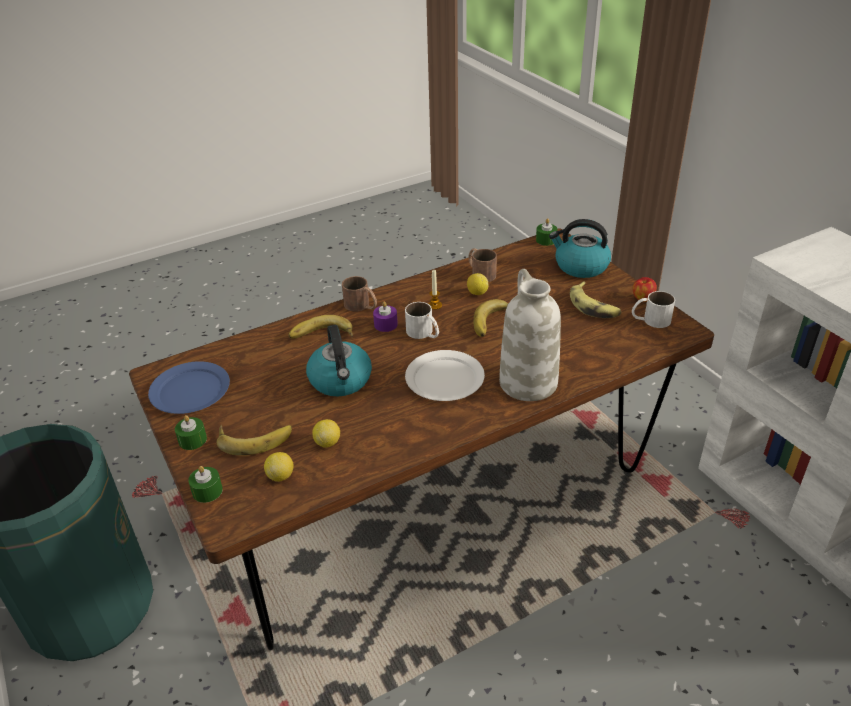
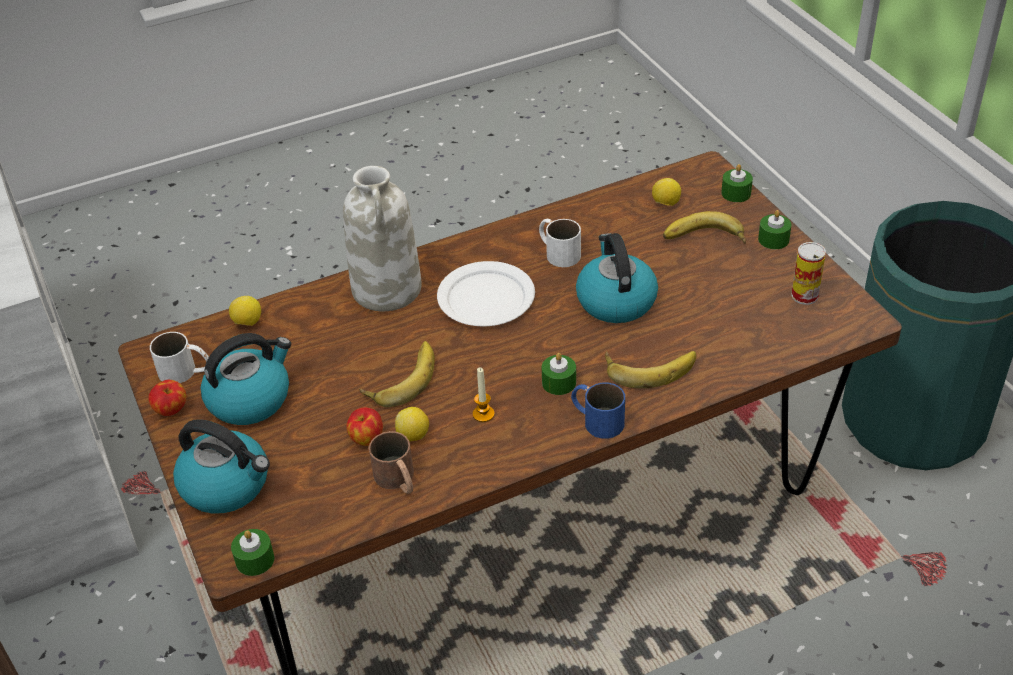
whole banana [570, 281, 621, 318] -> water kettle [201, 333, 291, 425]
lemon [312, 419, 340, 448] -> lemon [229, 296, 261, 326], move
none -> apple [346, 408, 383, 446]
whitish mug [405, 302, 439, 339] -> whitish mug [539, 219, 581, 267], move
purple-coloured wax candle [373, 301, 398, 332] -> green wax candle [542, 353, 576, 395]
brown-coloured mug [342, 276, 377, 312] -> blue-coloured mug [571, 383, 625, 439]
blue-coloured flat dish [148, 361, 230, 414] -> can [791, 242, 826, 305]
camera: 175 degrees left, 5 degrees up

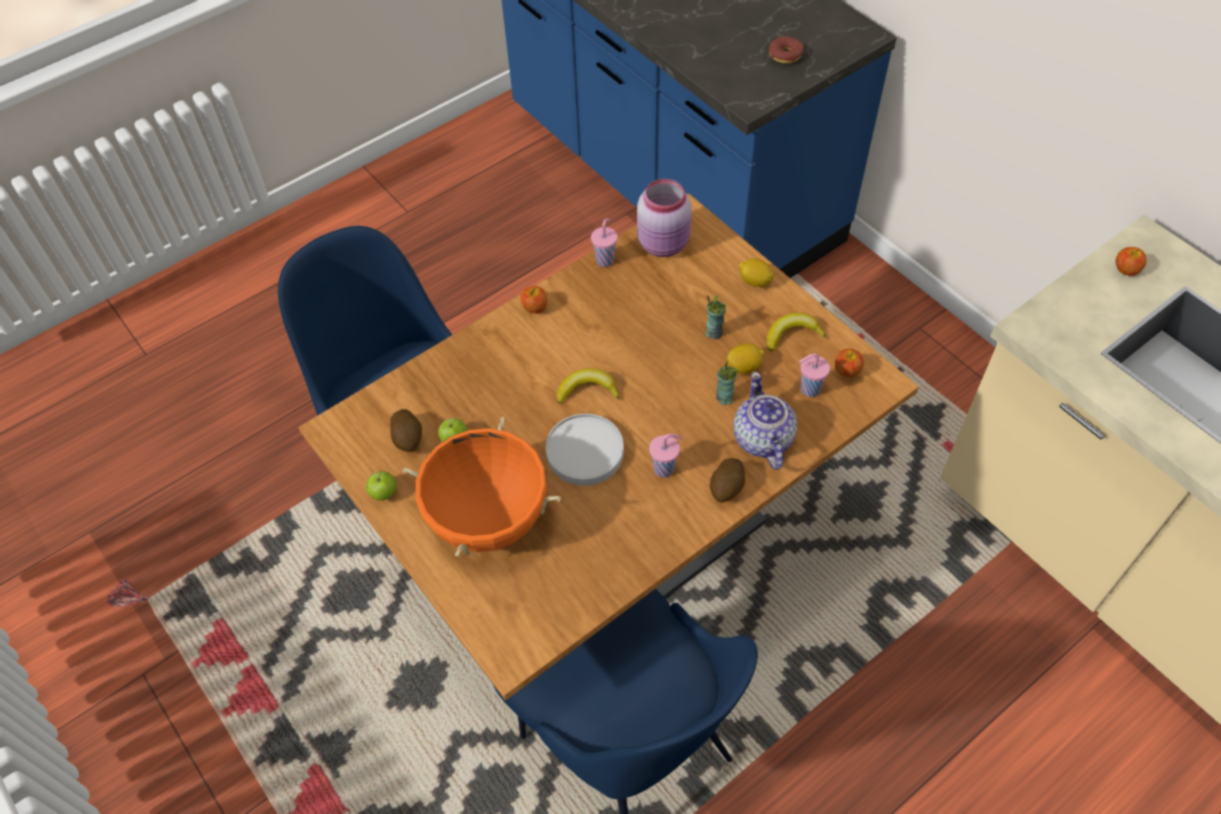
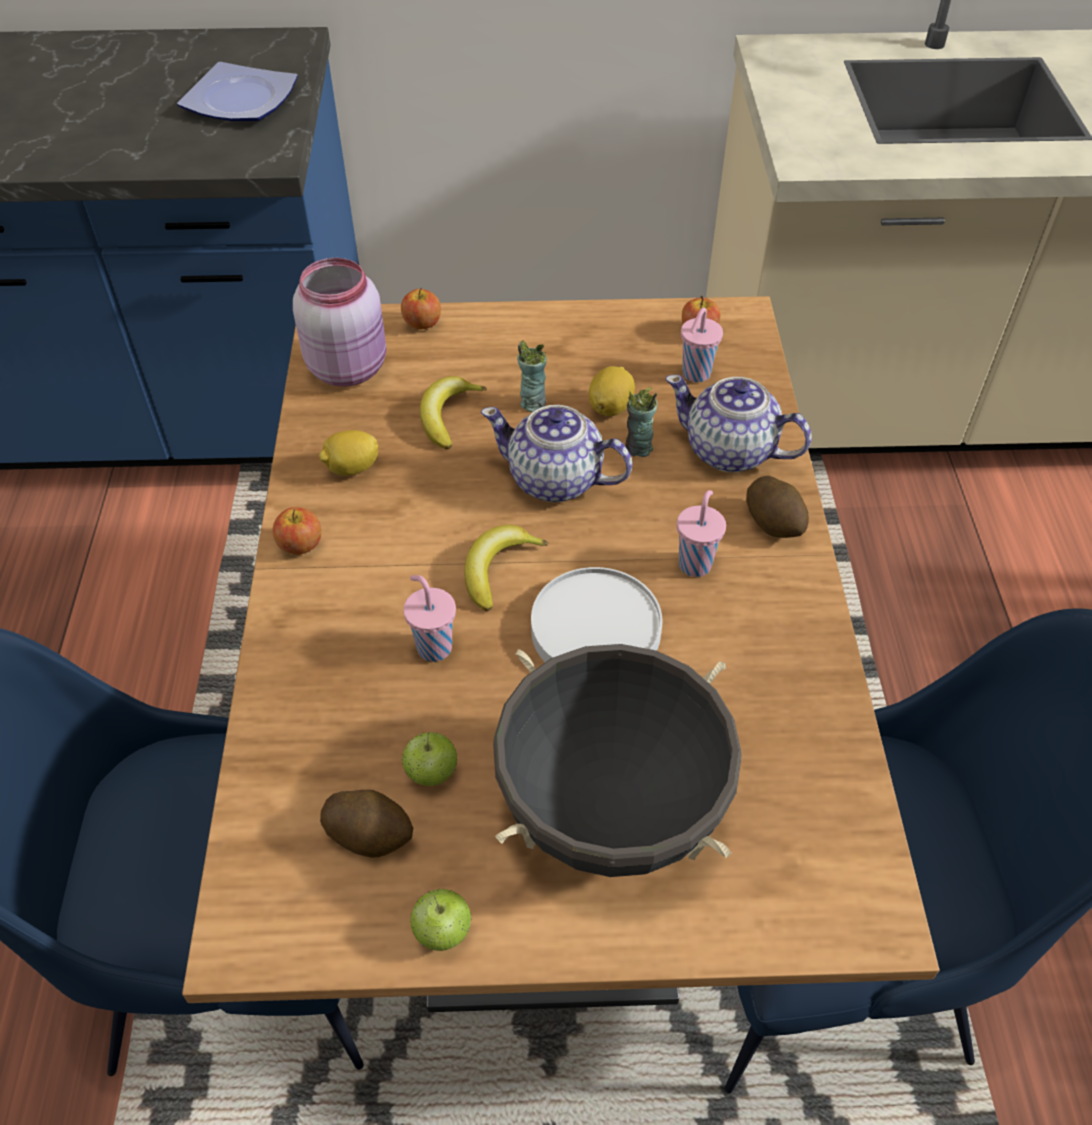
doughnut [769, 36, 804, 64] -> flat dish [177, 62, 298, 121]
lemon [739, 258, 774, 287] -> lemon [319, 430, 379, 476], move
apple [1115, 247, 1147, 276] -> apple [401, 287, 441, 330], move
pink small cup [591, 218, 618, 267] -> pink small cup [403, 575, 456, 662], move
whole banana [766, 313, 827, 352] -> whole banana [420, 376, 487, 450], move
none -> teapot [481, 405, 633, 502]
orange saucepot [402, 417, 561, 557] -> black saucepot [493, 644, 742, 877]
camera: 55 degrees left, 5 degrees down

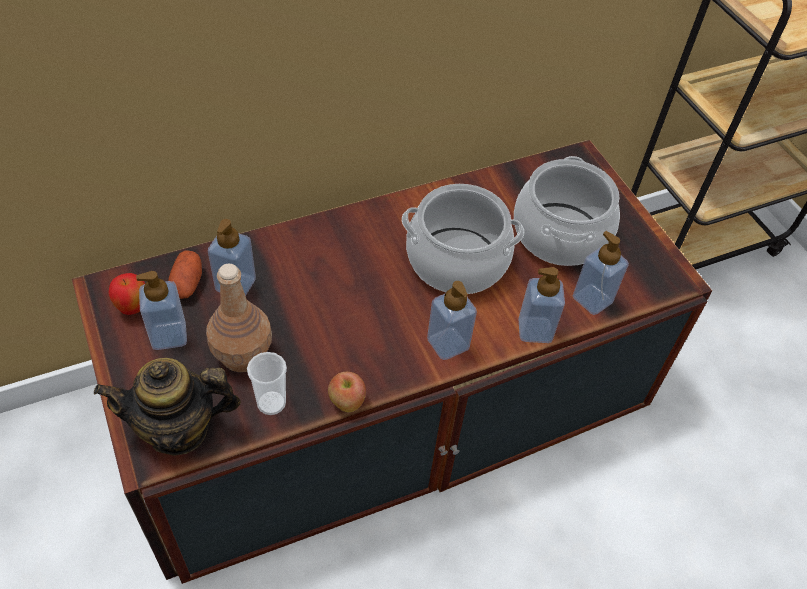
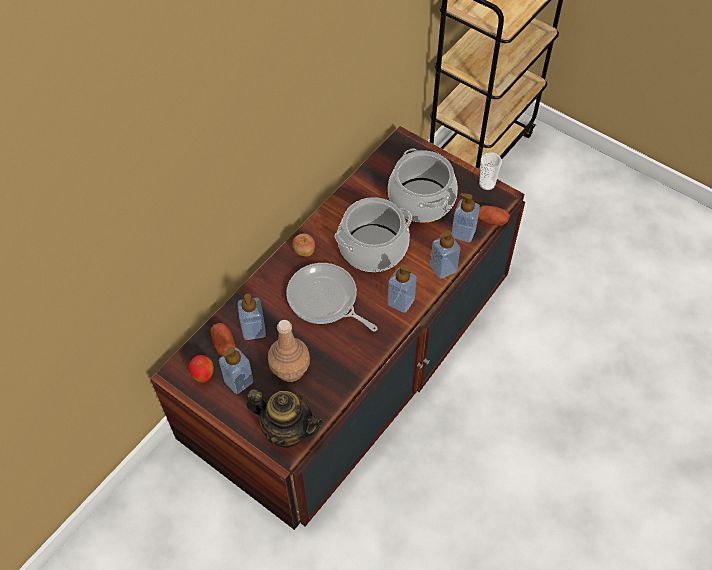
teapot [94, 358, 241, 456] -> teapot [246, 389, 323, 448], 120 degrees counterclockwise
none -> pan [286, 263, 378, 331]
apple [328, 372, 366, 412] -> apple [293, 233, 315, 257], move
none -> potato [478, 206, 510, 226]
small cup [247, 352, 287, 415] -> small cup [479, 153, 502, 190], move
camera: 25 degrees left, 5 degrees up

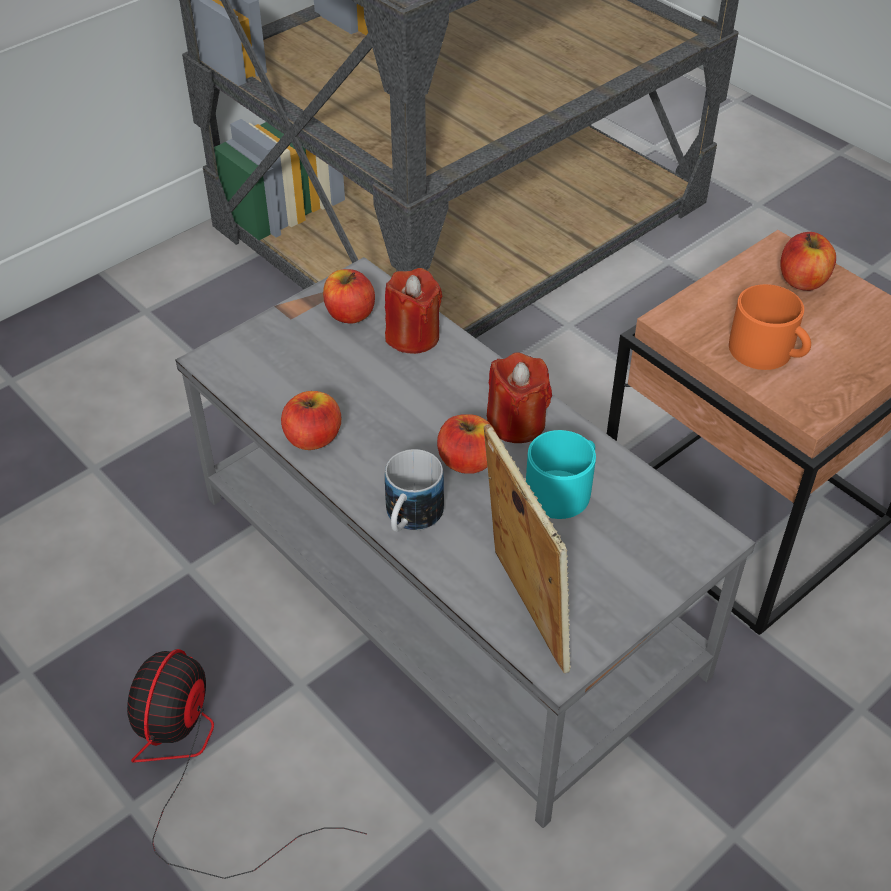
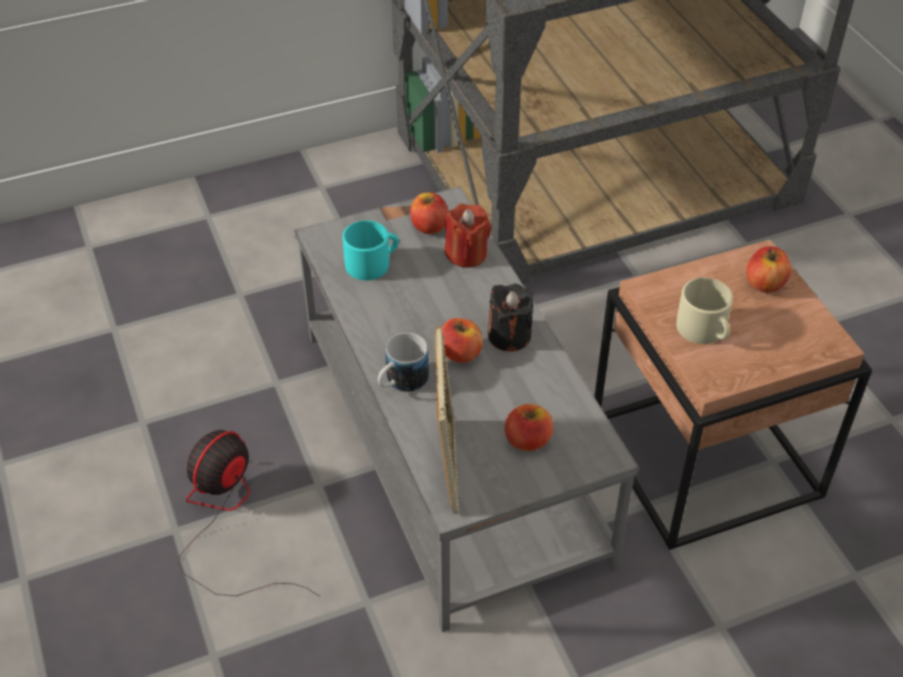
turquoise-coloured mug [526, 430, 596, 519] -> turquoise-coloured mug [342, 220, 399, 281], move
reddish wax candle [487, 352, 552, 443] -> black wax candle [488, 284, 533, 352]
apple [281, 391, 341, 450] -> apple [505, 404, 553, 451], move
orange mug [729, 284, 811, 370] -> beige-coloured mug [676, 277, 733, 344]
camera: 20 degrees right, 0 degrees up

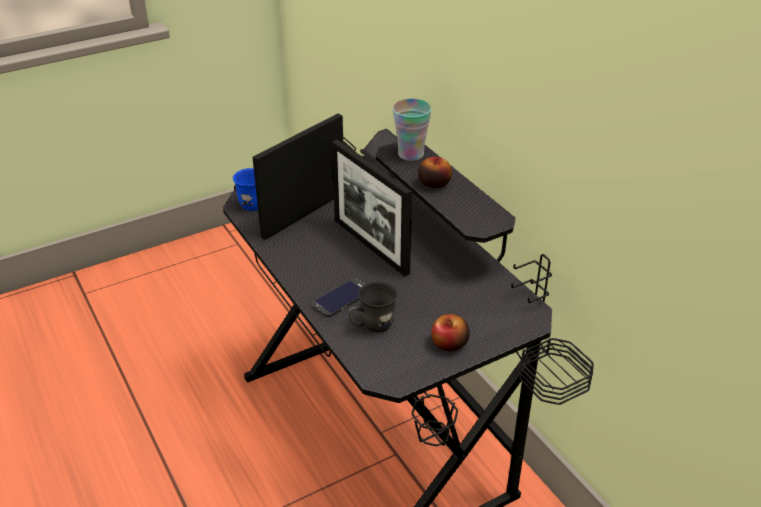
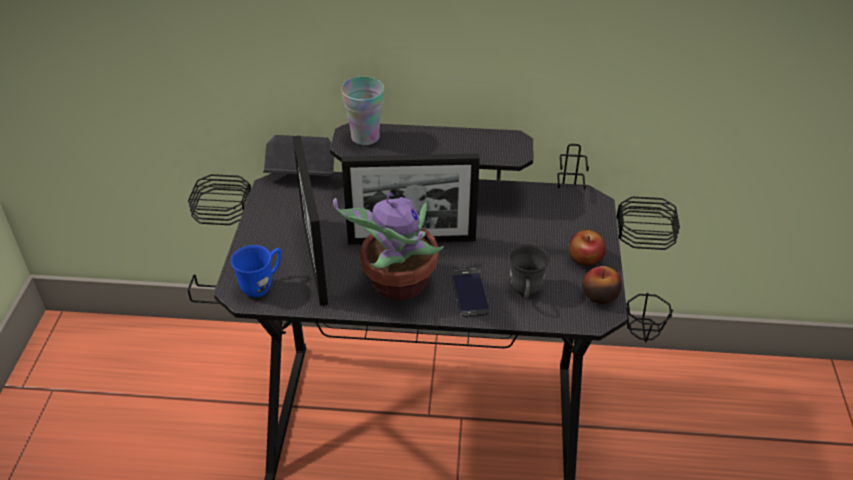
none -> potted plant [333, 192, 444, 301]
apple [418, 157, 452, 188] -> apple [582, 266, 622, 304], move
camera: 55 degrees left, 5 degrees up

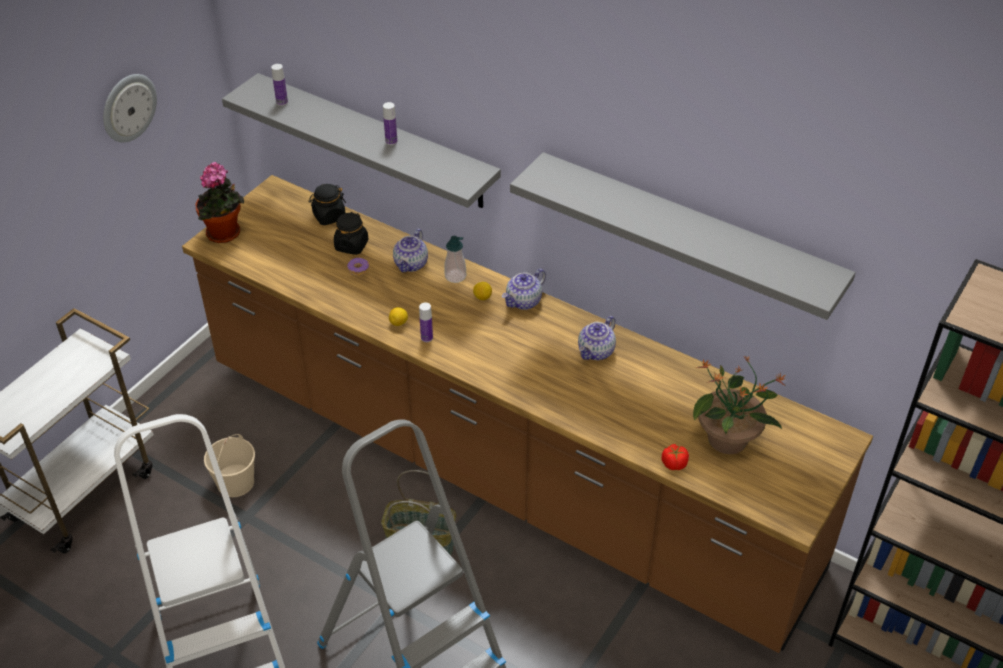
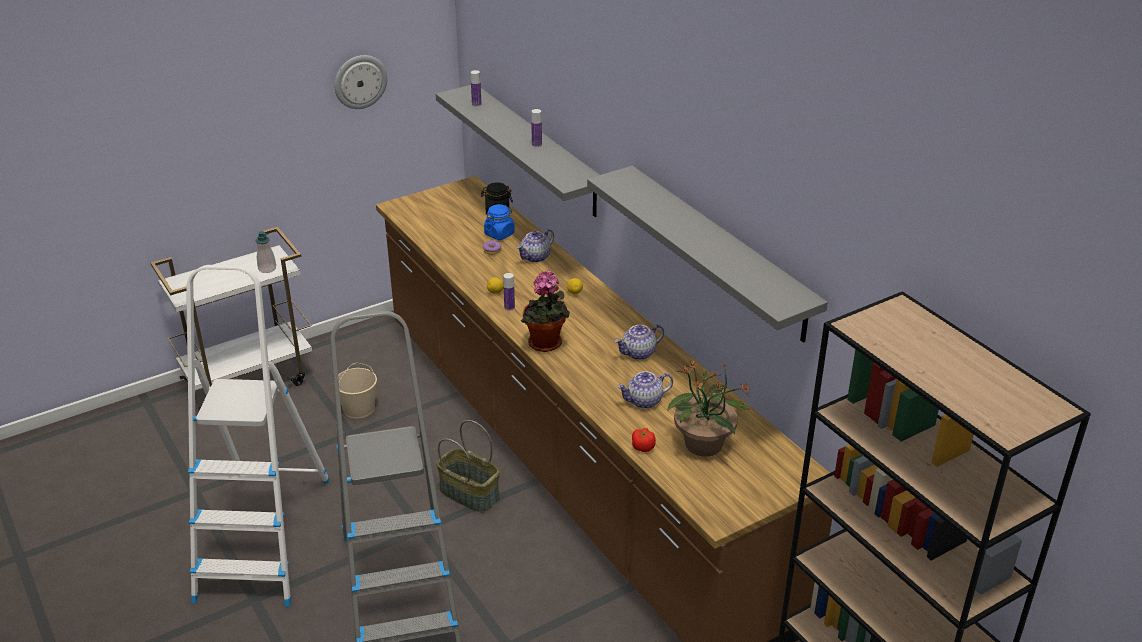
liquid soap bottle [444, 236, 466, 283] -> liquid soap bottle [256, 231, 276, 273], move
black preserve jar [334, 212, 369, 255] -> blue-coloured preserve jar [484, 204, 515, 240]
potted plant [195, 162, 244, 243] -> potted plant [521, 271, 570, 352], move
teapot [502, 269, 546, 310] -> teapot [617, 371, 673, 409], move
camera: 25 degrees right, 10 degrees down

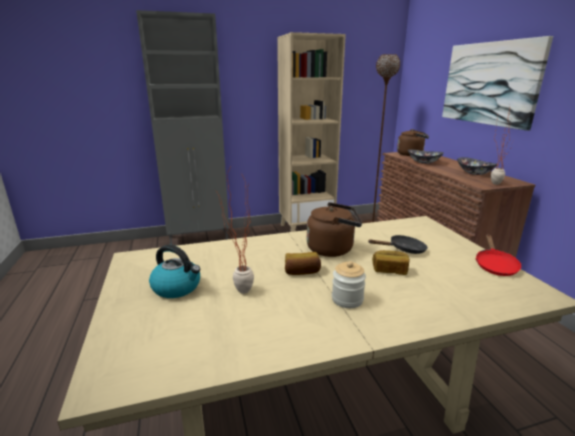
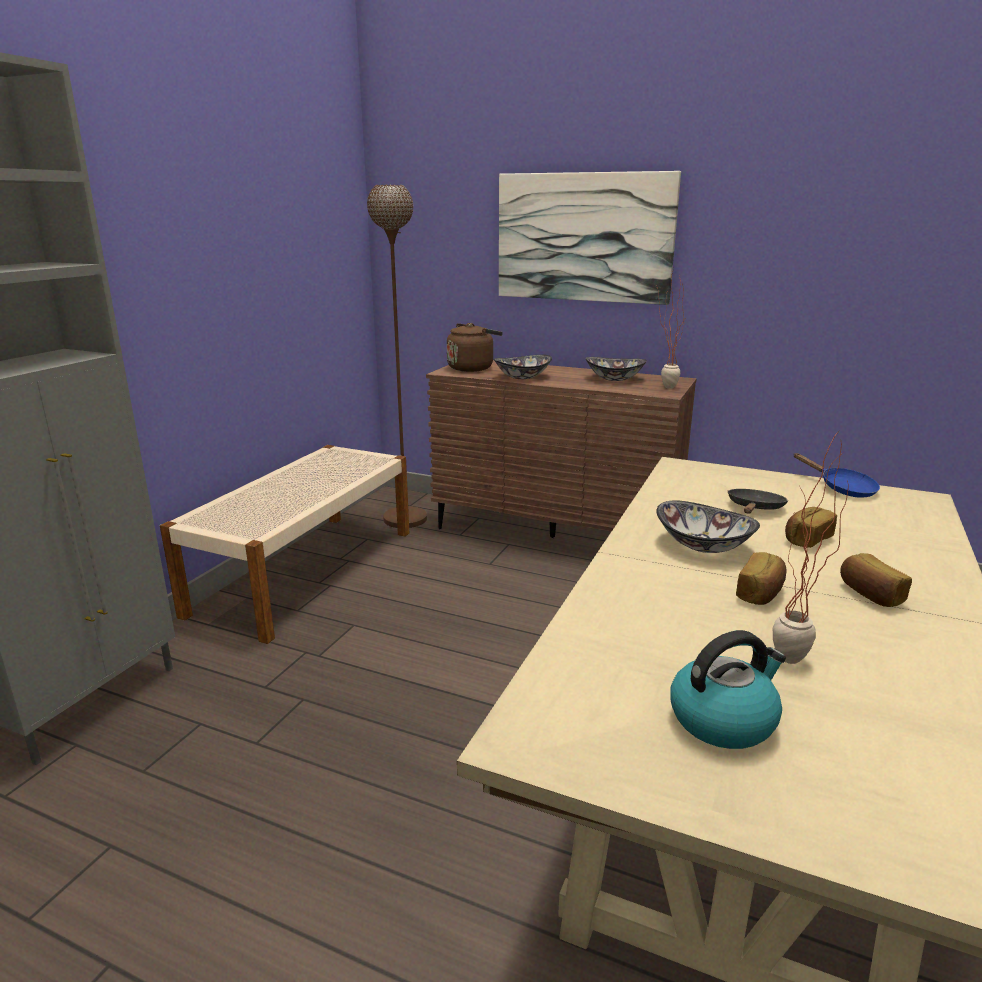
beige-coloured bookshelf [277, 32, 346, 232] -> beige-coloured bench [160, 445, 409, 644]
brown-coloured water kettle [307, 202, 362, 257] -> bowl [656, 500, 760, 553]
reddish pan [476, 234, 521, 276] -> blue-coloured pan [793, 453, 880, 498]
preserve jar [332, 261, 366, 308] -> bakery bread [840, 553, 912, 607]
camera: 50 degrees left, 0 degrees up

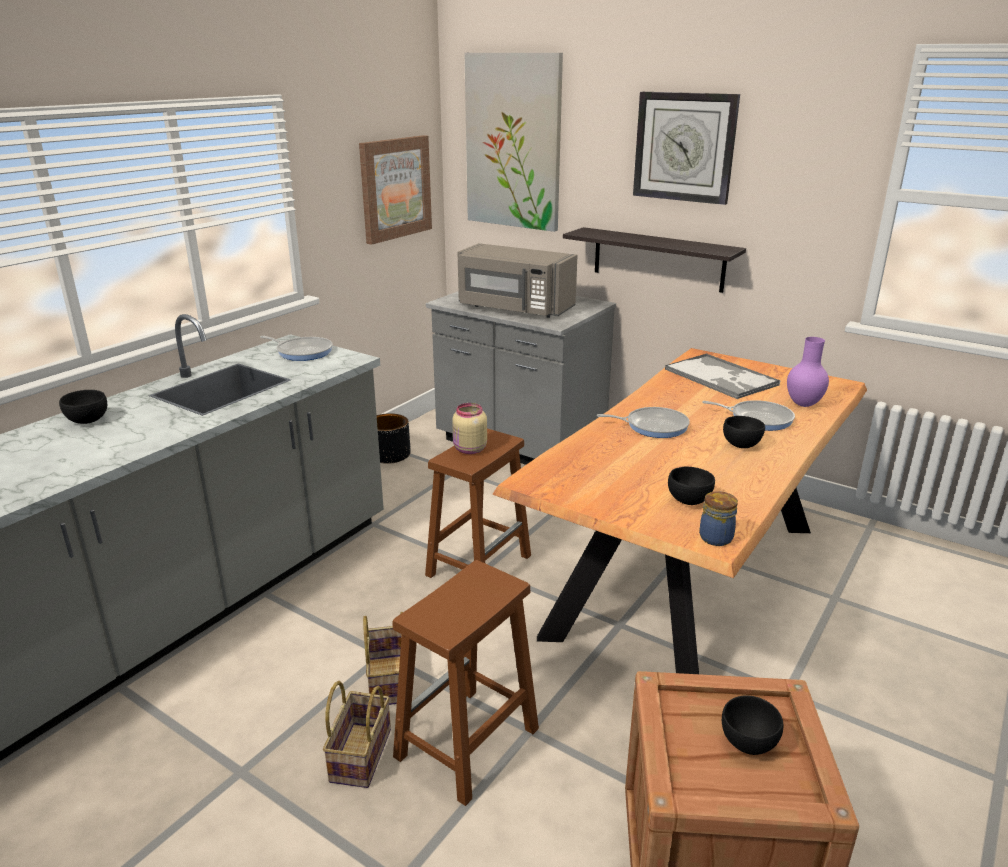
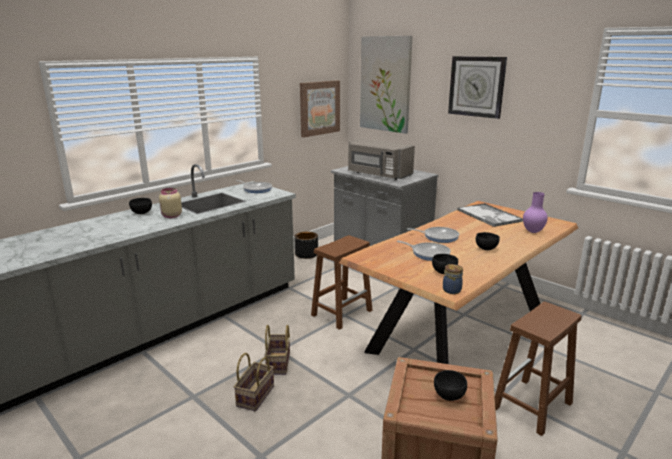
beige-coloured preserve jar [452, 403, 487, 454] -> beige-coloured preserve jar [159, 188, 182, 218], move
pan [702, 400, 795, 431] -> pan [397, 241, 451, 261], move
brown-coloured stool [393, 560, 539, 806] -> brown-coloured stool [495, 301, 582, 436], move
bracket shelf [563, 227, 746, 293] -> none
camera: 10 degrees right, 5 degrees down

